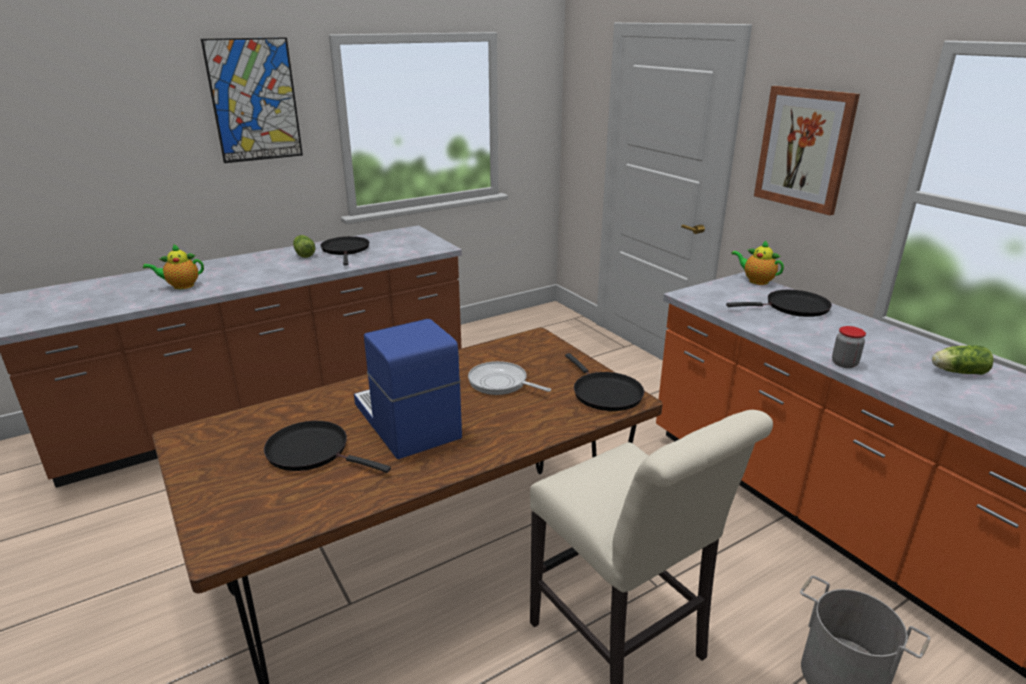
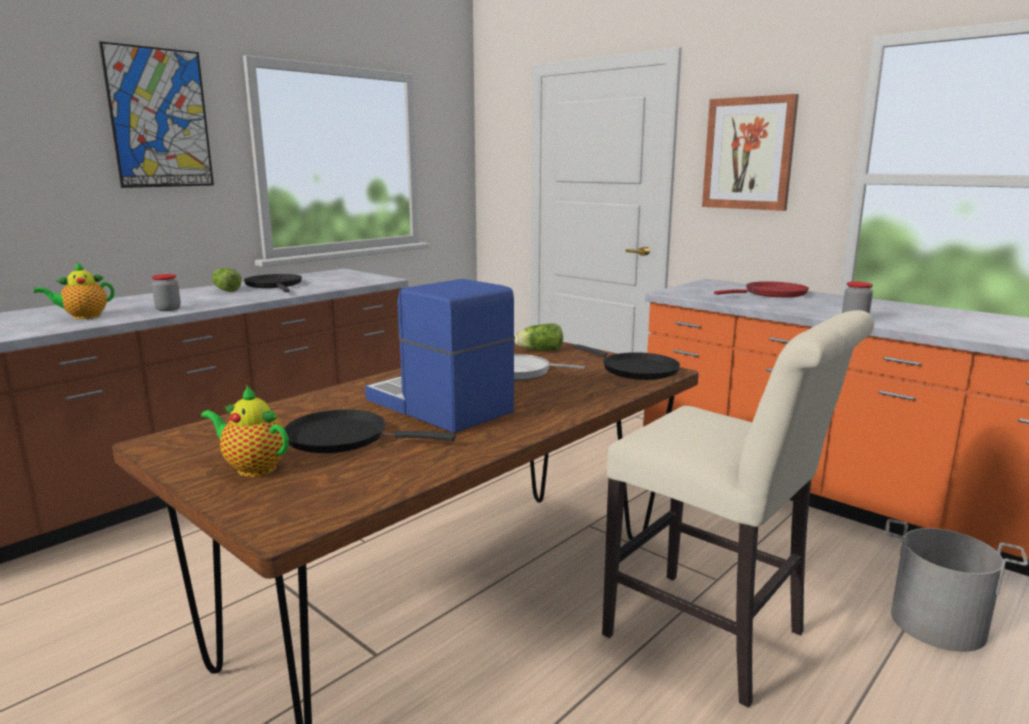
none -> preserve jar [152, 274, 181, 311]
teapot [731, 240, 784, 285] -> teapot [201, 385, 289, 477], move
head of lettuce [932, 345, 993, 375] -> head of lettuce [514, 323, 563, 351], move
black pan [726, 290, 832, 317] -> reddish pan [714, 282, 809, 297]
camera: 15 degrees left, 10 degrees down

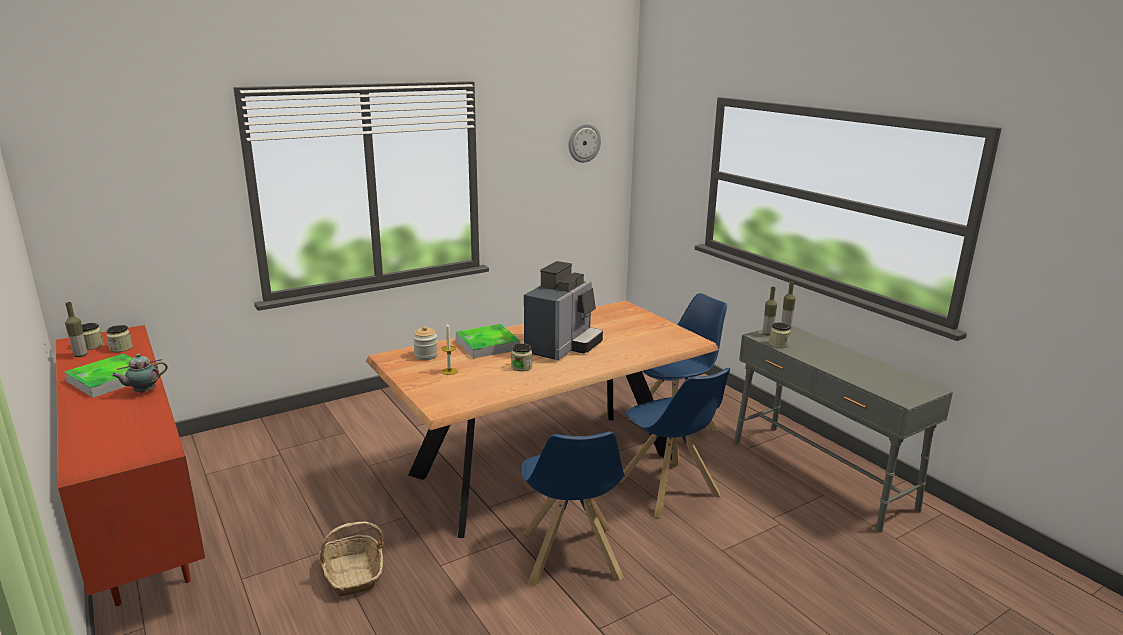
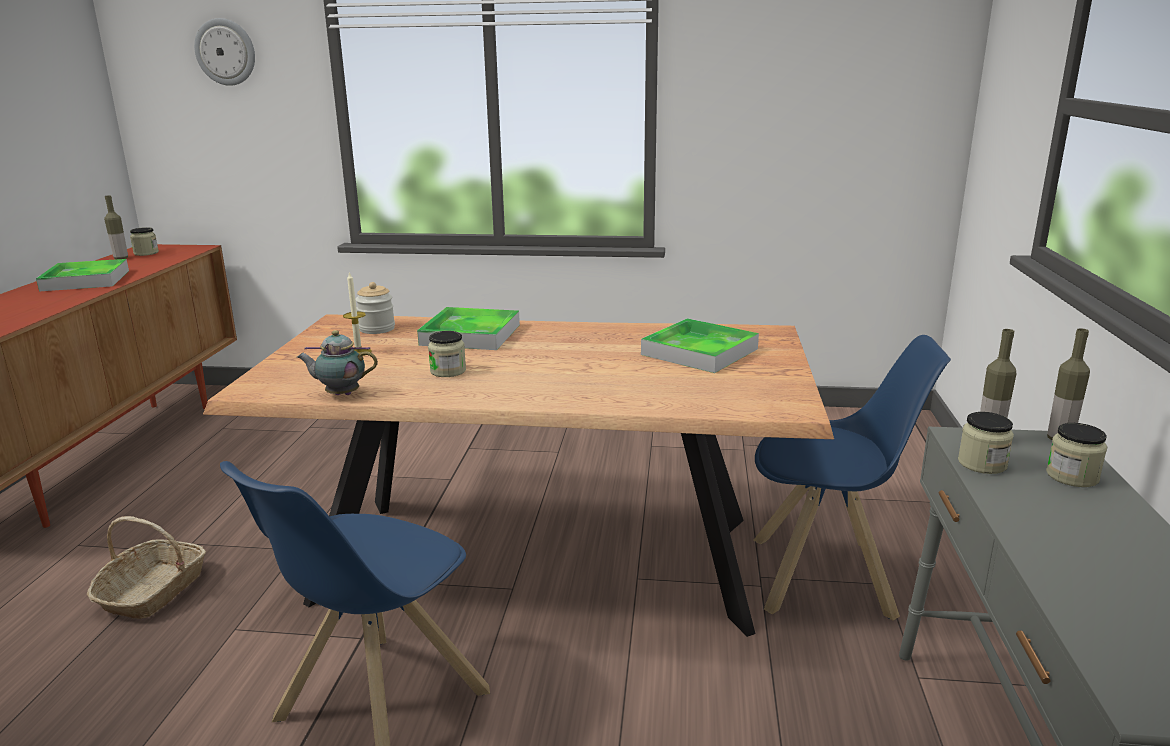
clock on the wall [568, 123, 601, 163] -> clock on the wall [194, 18, 255, 86], move
teapot [111, 354, 168, 393] -> teapot [297, 330, 378, 395], move
none -> carrying tray [641, 318, 759, 373]
preserve jar [106, 325, 133, 352] -> preserve jar [1046, 423, 1107, 487], move
coffee machine [524, 261, 603, 360] -> none
blue-coloured upright chair [619, 368, 730, 519] -> none
camera: 40 degrees right, 0 degrees up

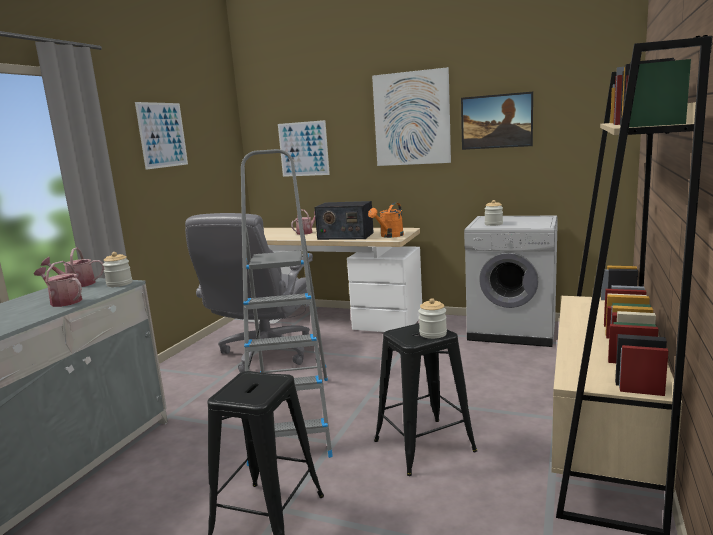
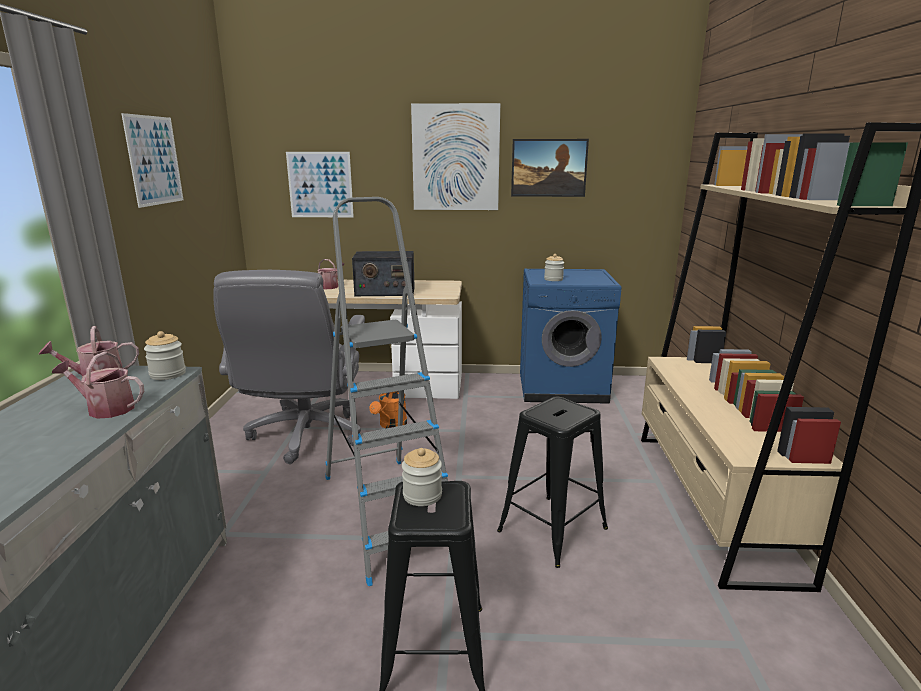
orange watering pot [368, 203, 404, 238] -> orange watering pot [369, 391, 407, 429], move
preserve jar [418, 298, 447, 339] -> preserve jar [402, 448, 442, 506], move
whitish laundry appliance [464, 216, 558, 347] -> blue-coloured laundry appliance [520, 269, 621, 404]
camera: 20 degrees left, 5 degrees up

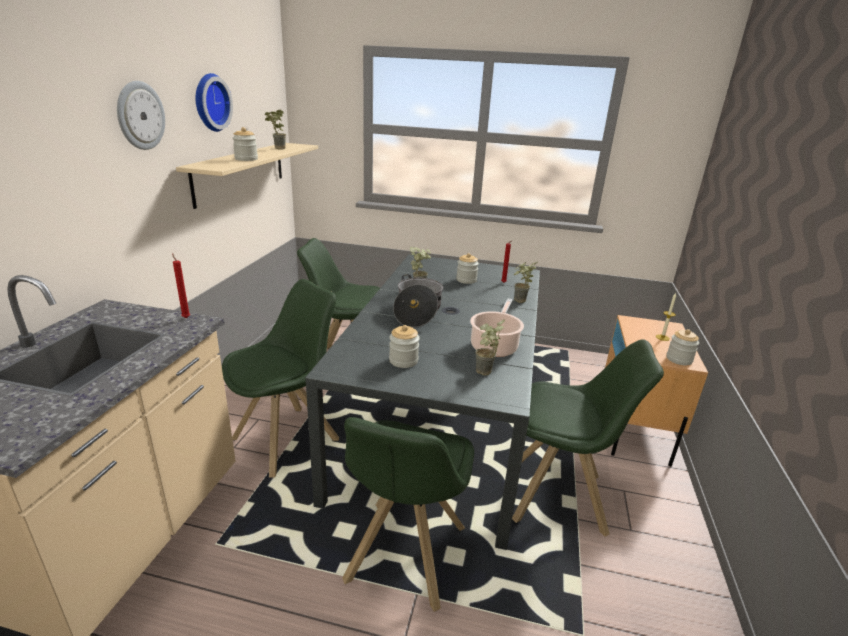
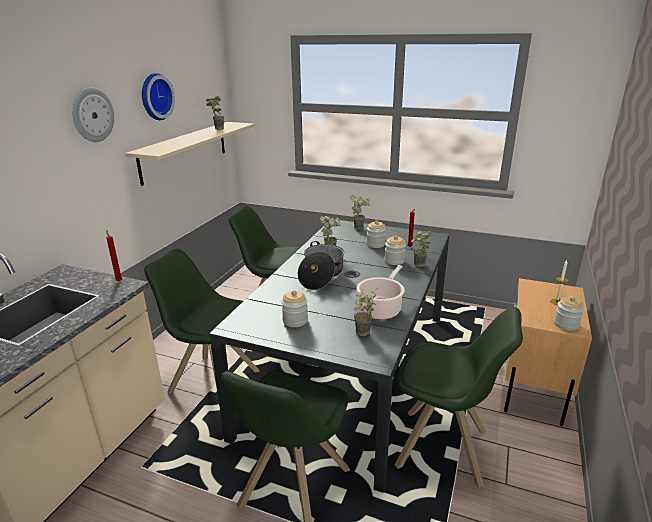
green upright chair [222, 279, 339, 478] -> green upright chair [144, 248, 259, 394], 120 degrees counterclockwise
none -> potted plant [350, 195, 370, 230]
preserve jar [232, 127, 258, 161] -> preserve jar [385, 235, 406, 265], move
camera: 10 degrees right, 0 degrees up

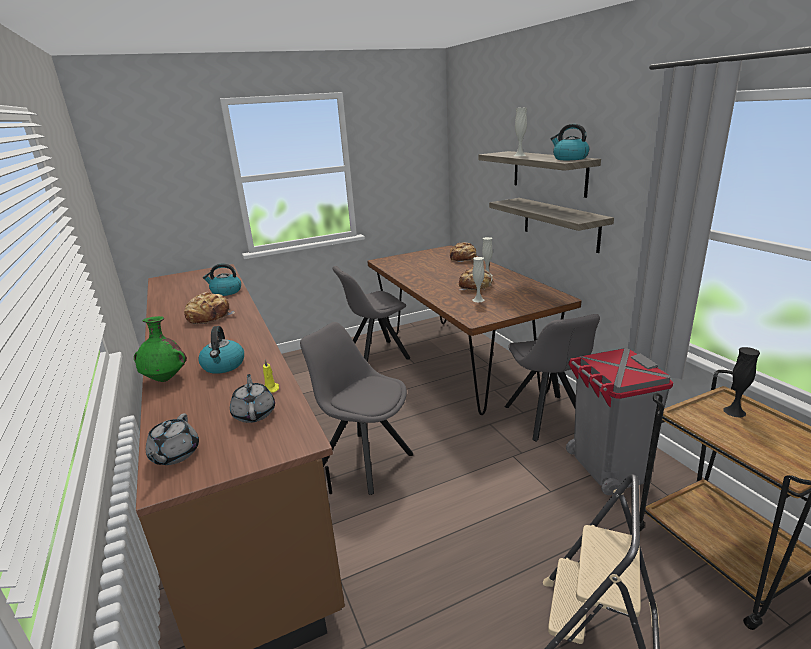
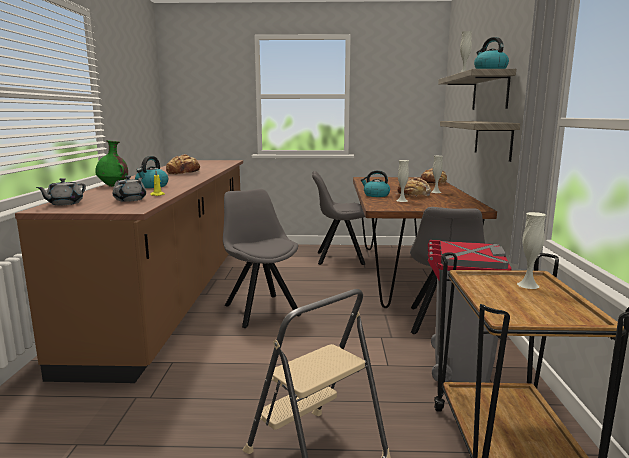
water kettle [203, 263, 241, 296] -> water kettle [360, 170, 390, 197], move
black vase [723, 347, 760, 418] -> whitish vase [517, 212, 546, 289]
camera: 25 degrees right, 10 degrees down

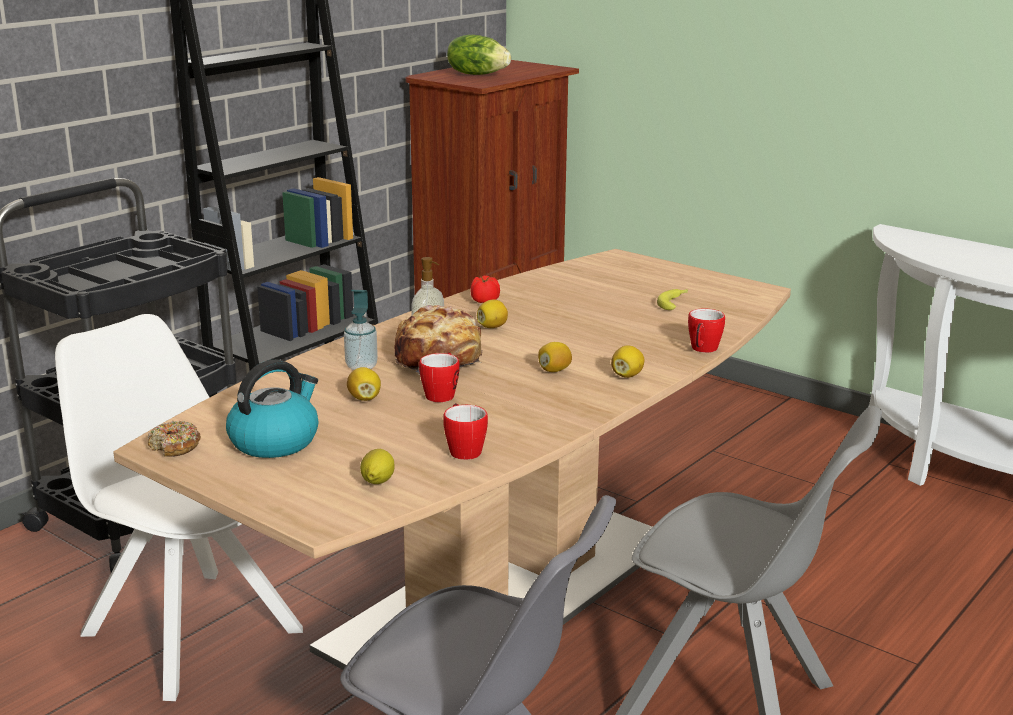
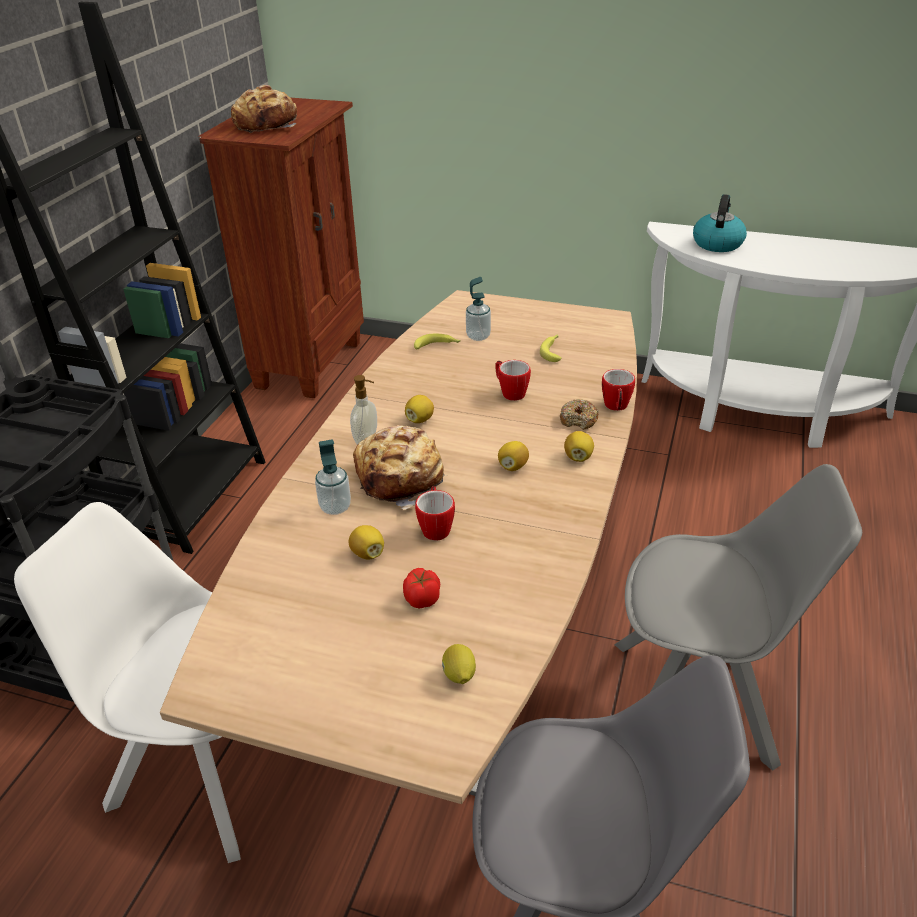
head of lettuce [447, 35, 511, 75] -> bakery bread [231, 85, 297, 133]
whole tomato [470, 275, 500, 303] -> whole tomato [403, 568, 440, 608], move
none -> whole banana [414, 334, 461, 349]
none -> liquid soap bottle [466, 277, 491, 341]
mug [443, 403, 488, 460] -> mug [495, 360, 531, 401], move
doughnut [148, 420, 201, 457] -> doughnut [560, 399, 599, 430], move
water kettle [226, 360, 318, 458] -> water kettle [693, 194, 747, 252], move
camera: 20 degrees left, 15 degrees up

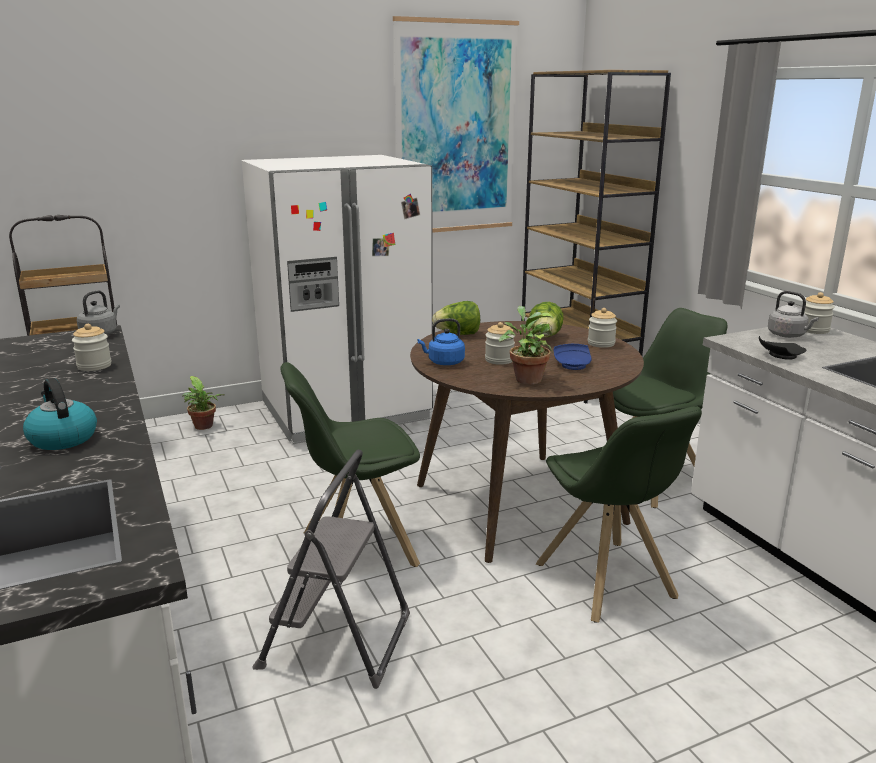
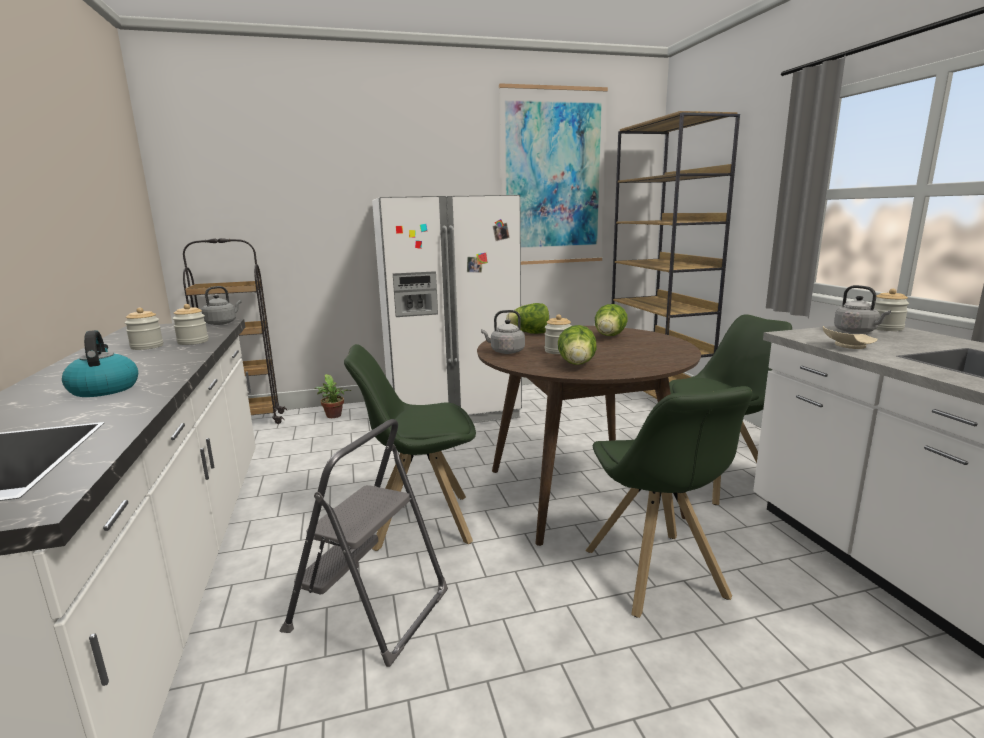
preserve jar [588, 308, 617, 348] -> preserve jar [125, 308, 163, 350], move
blue-coloured water kettle [418, 318, 465, 365] -> greyish water kettle [481, 310, 525, 354]
potted plant [499, 306, 553, 385] -> head of lettuce [558, 325, 597, 365]
black flat dish [759, 336, 806, 359] -> beige-coloured flat dish [823, 326, 878, 349]
blue-coloured flat dish [554, 344, 591, 370] -> none
camera: 10 degrees right, 5 degrees down

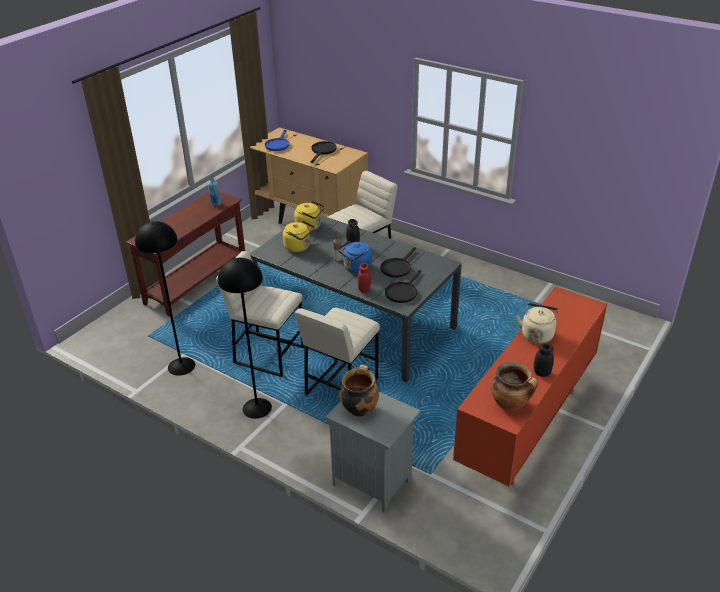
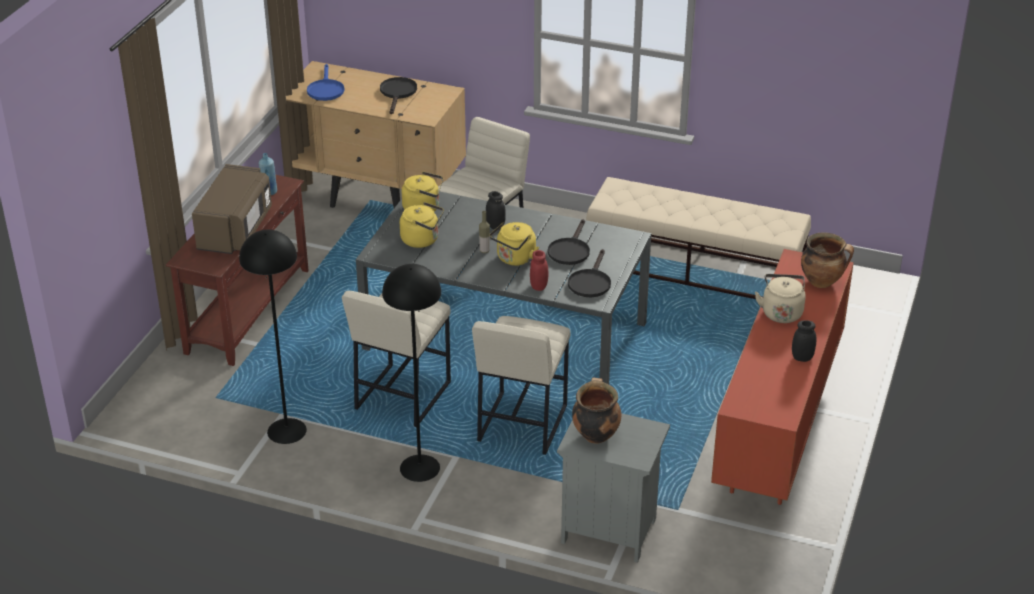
none -> brown-coloured microwave oven [192, 164, 272, 254]
beige-coloured upright chair [216, 251, 304, 377] -> beige-coloured upright chair [342, 291, 451, 427], 75 degrees counterclockwise
blue-coloured water kettle [338, 241, 372, 273] -> yellowish water kettle [490, 222, 539, 266]
none -> beige-coloured bench [586, 177, 811, 299]
saucepot [491, 362, 538, 411] -> saucepot [801, 232, 854, 288], move
camera: 15 degrees left, 0 degrees up

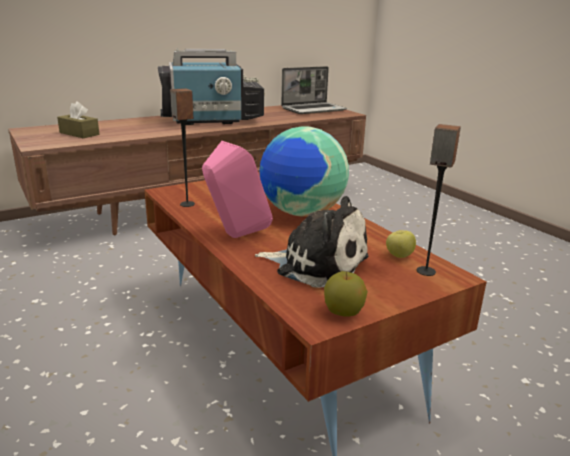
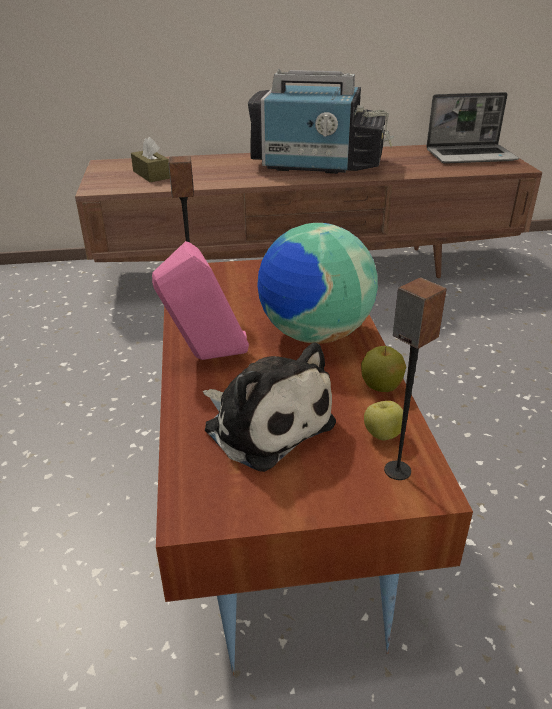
apple [324, 271, 368, 316] -> apple [361, 346, 406, 392], move
camera: 25 degrees right, 10 degrees up

